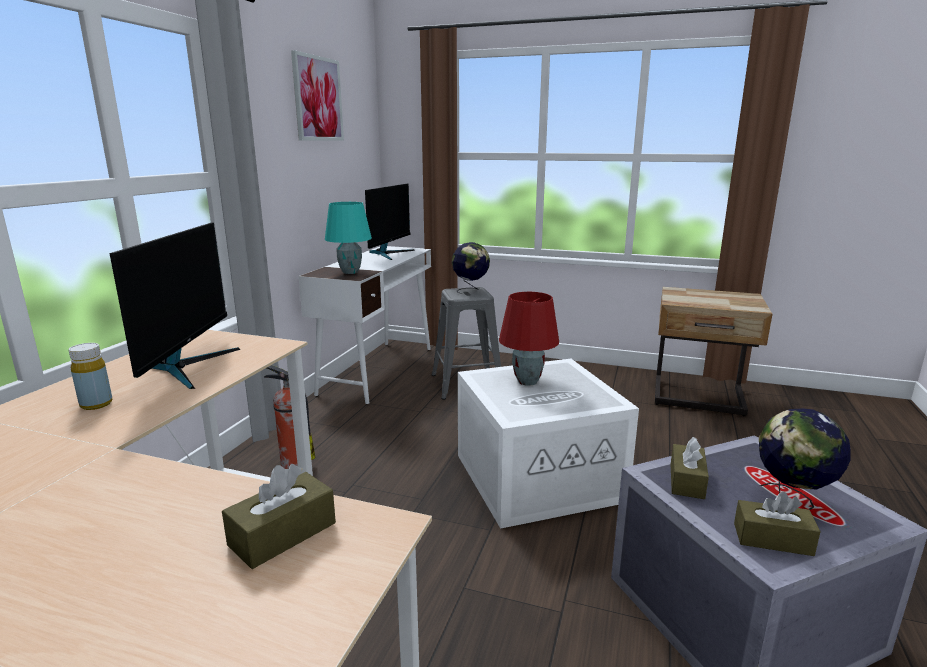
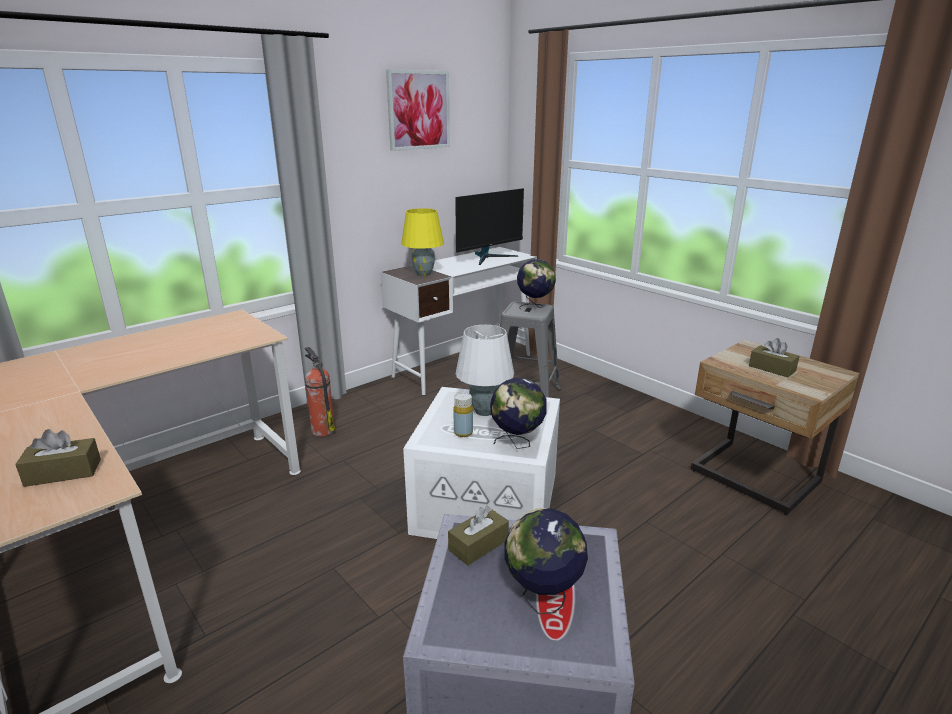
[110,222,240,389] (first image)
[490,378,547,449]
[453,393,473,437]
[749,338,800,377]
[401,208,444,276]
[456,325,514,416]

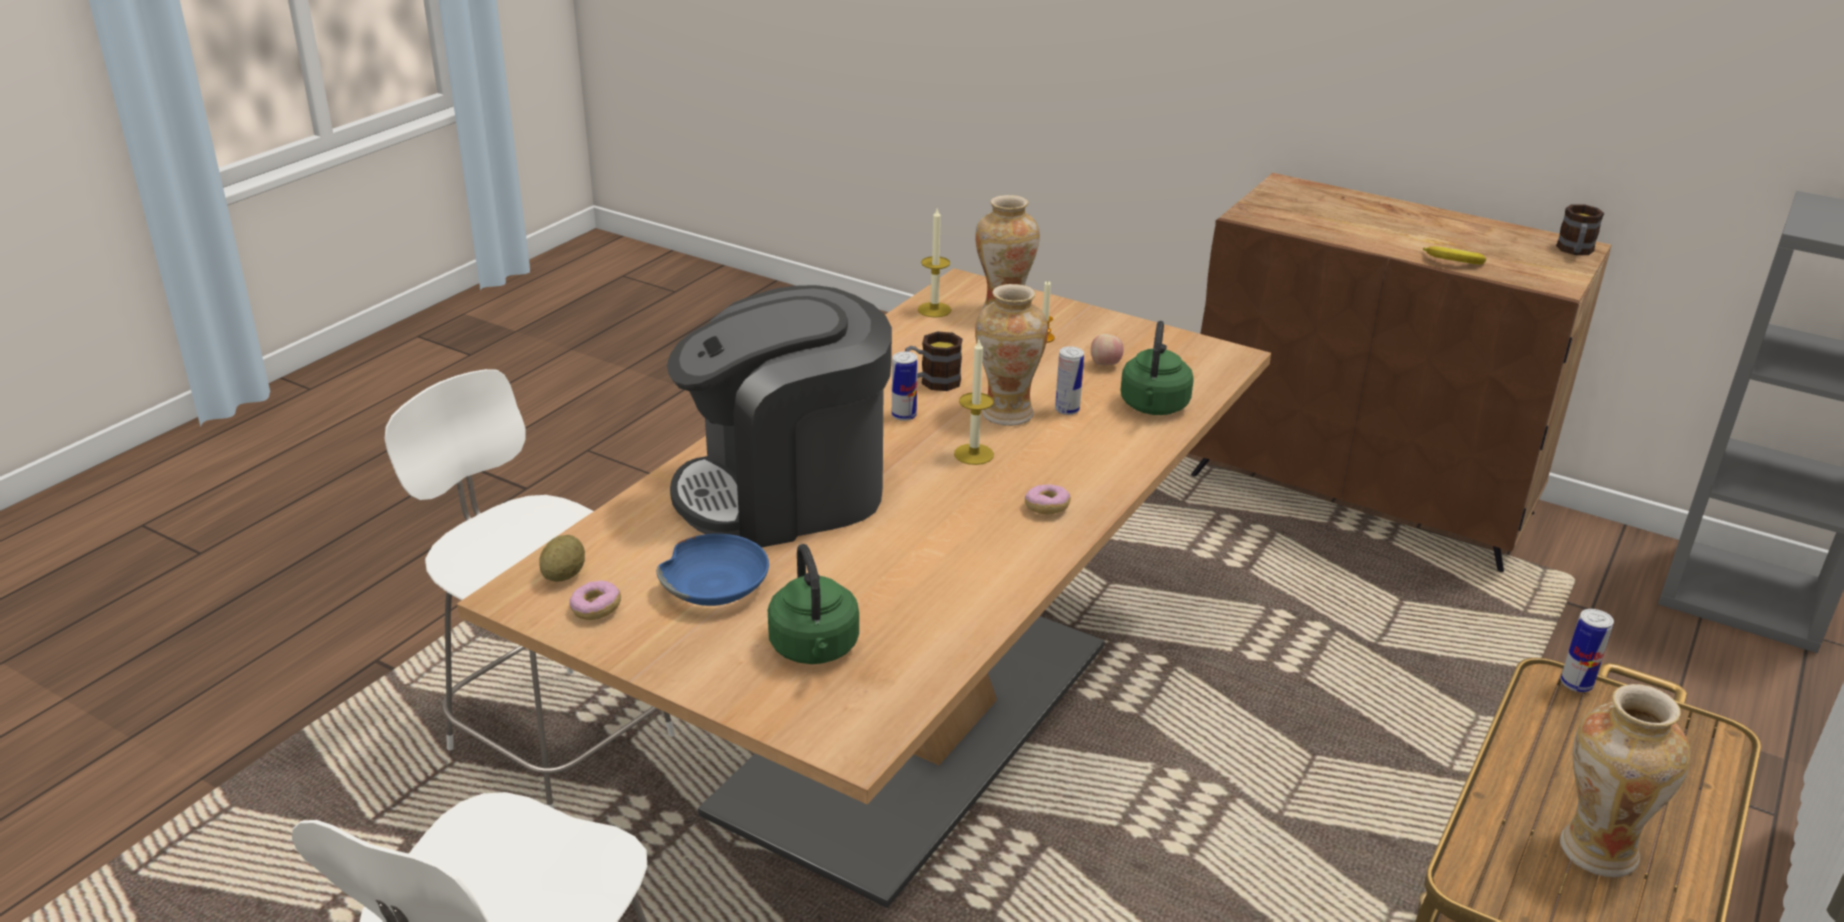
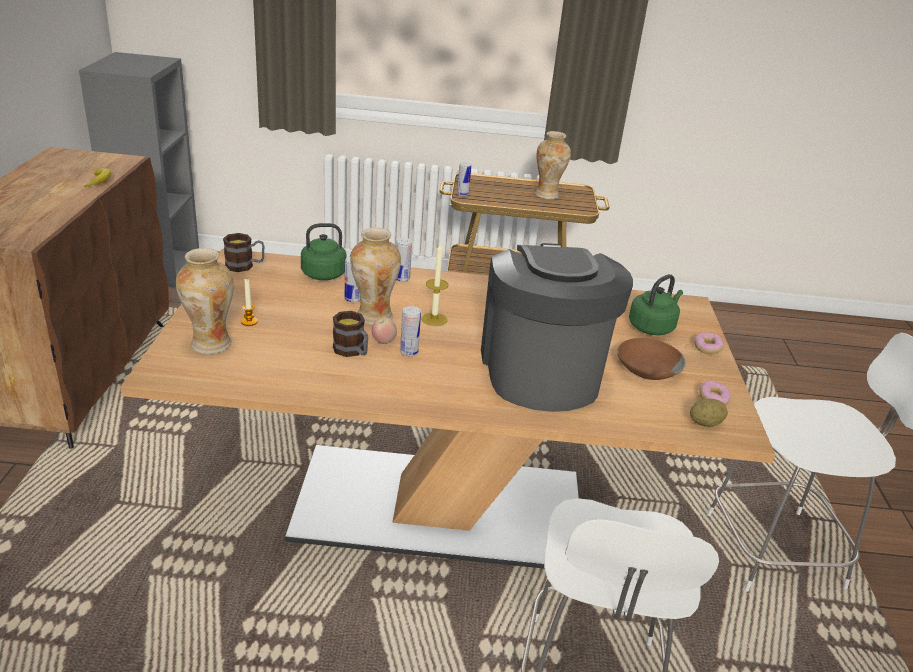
[918,209,951,318] (first image)
[396,238,412,282]
[694,332,724,354]
[372,317,397,344]
[223,233,265,272]
[617,338,686,380]
[481,243,633,412]

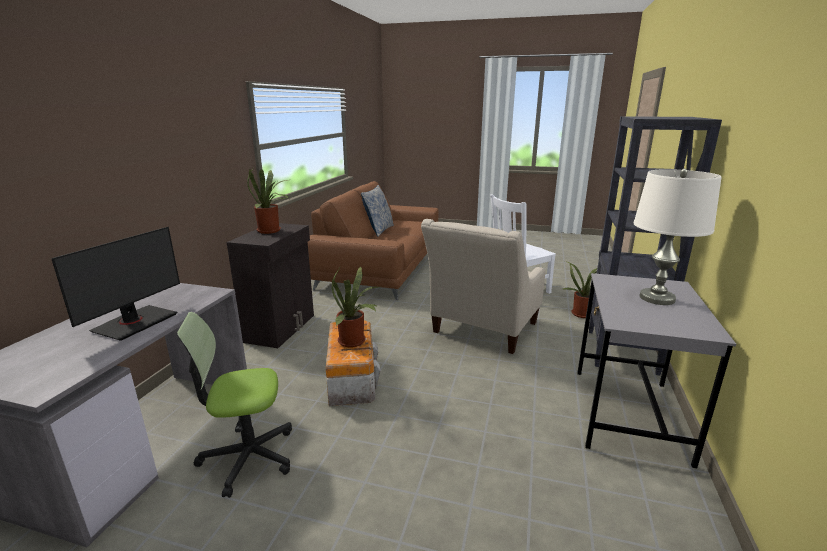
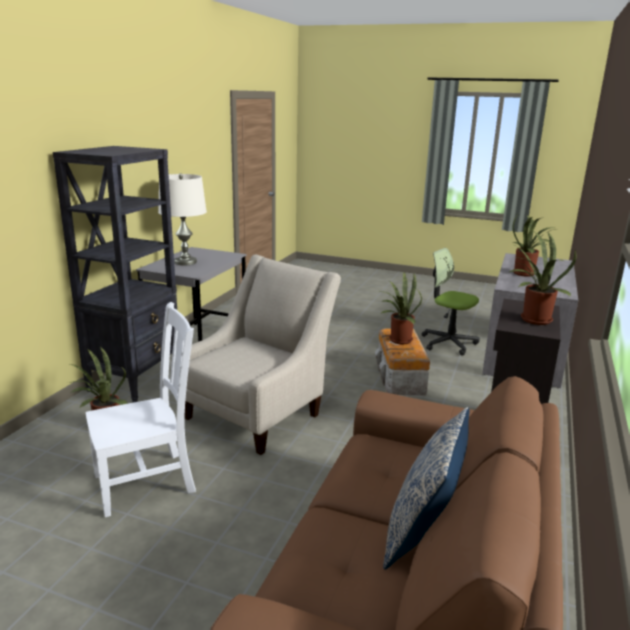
[512,213,556,277]
[422,248,480,355]

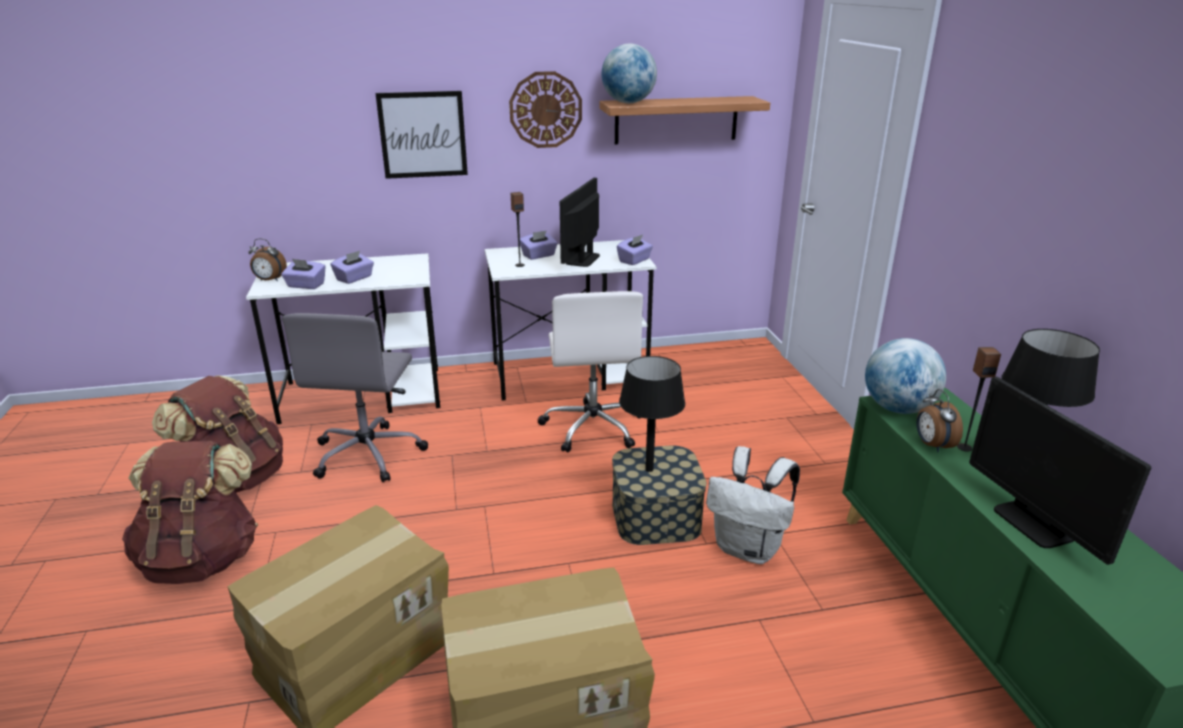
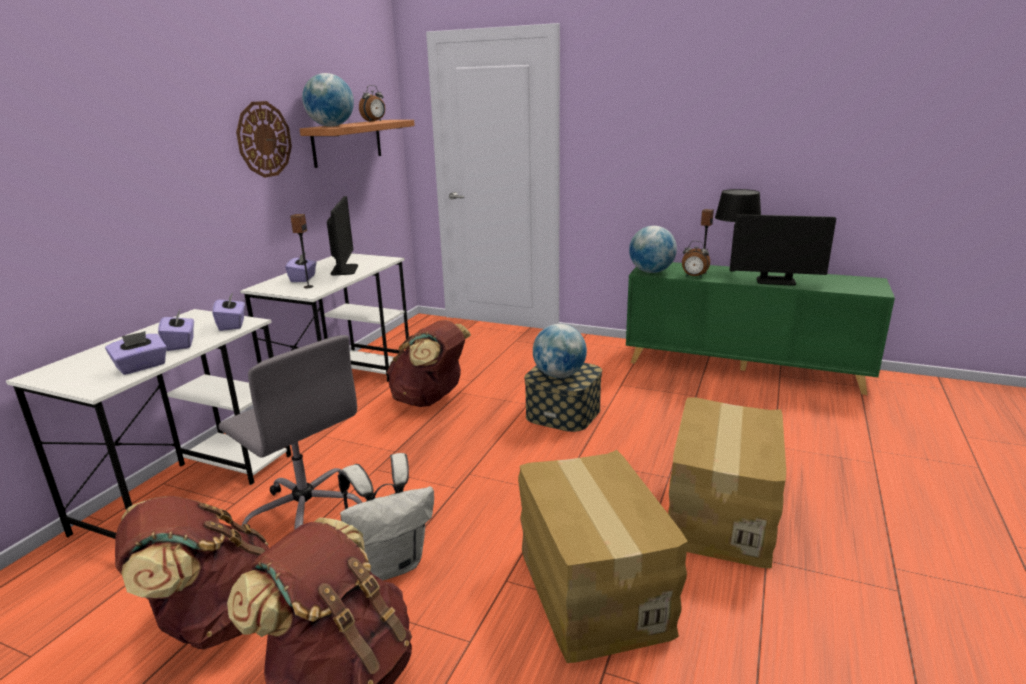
[375,91,468,179] (first image)
[359,85,385,122]
[212,292,245,331]
[338,453,434,580]
[387,320,471,407]
[533,324,587,378]
[327,196,358,275]

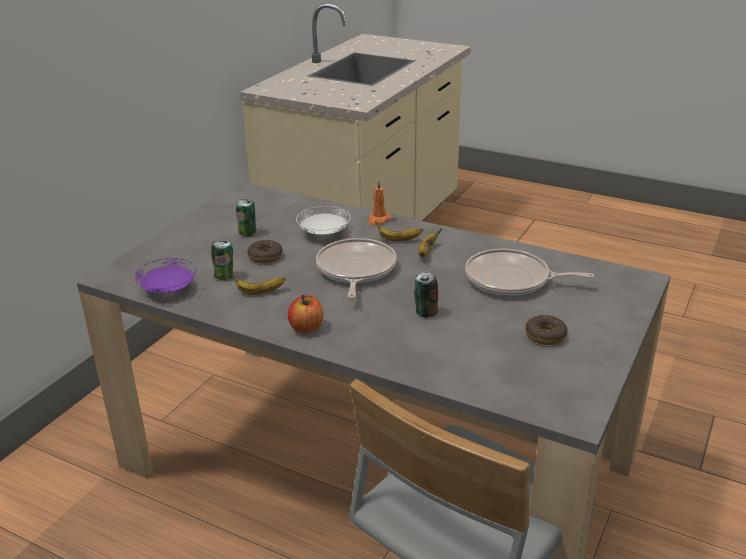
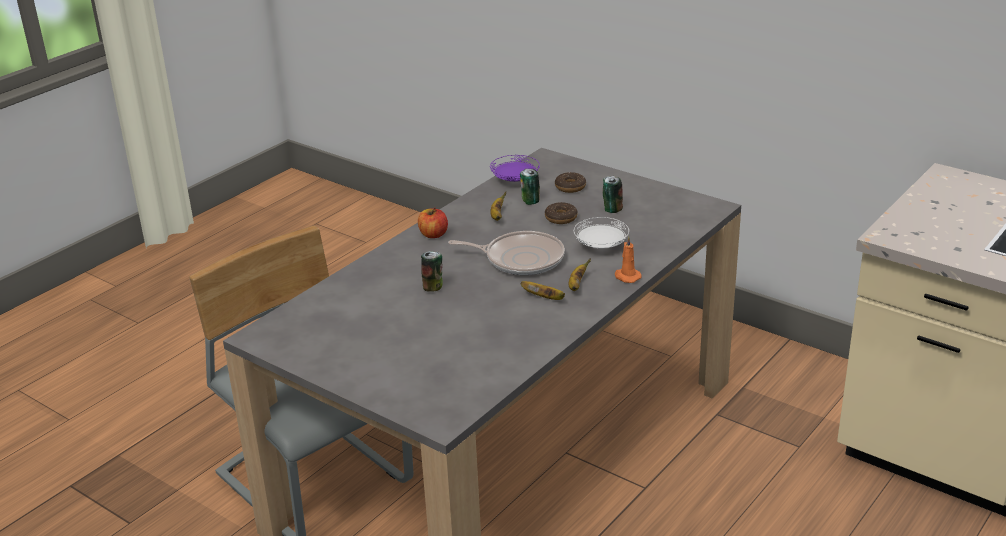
[465,249,594,296] (first image)
[555,172,586,193]

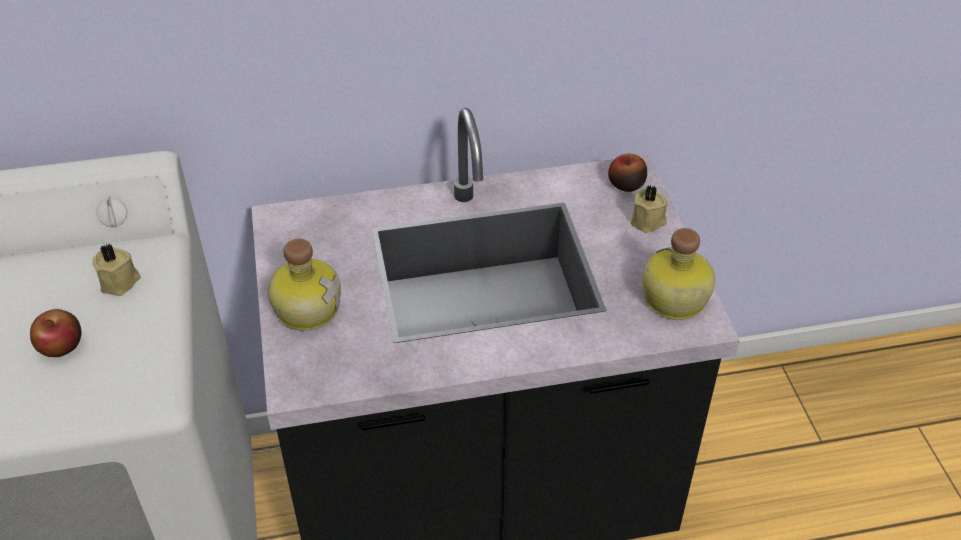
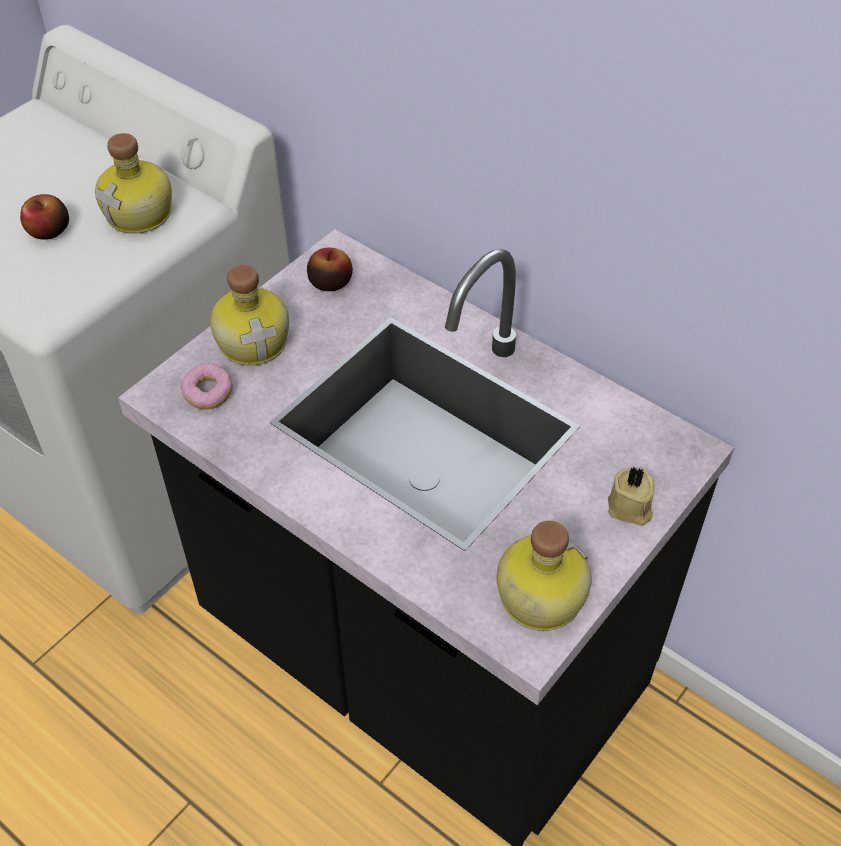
[181,363,233,410]
[307,248,353,291]
[95,133,172,234]

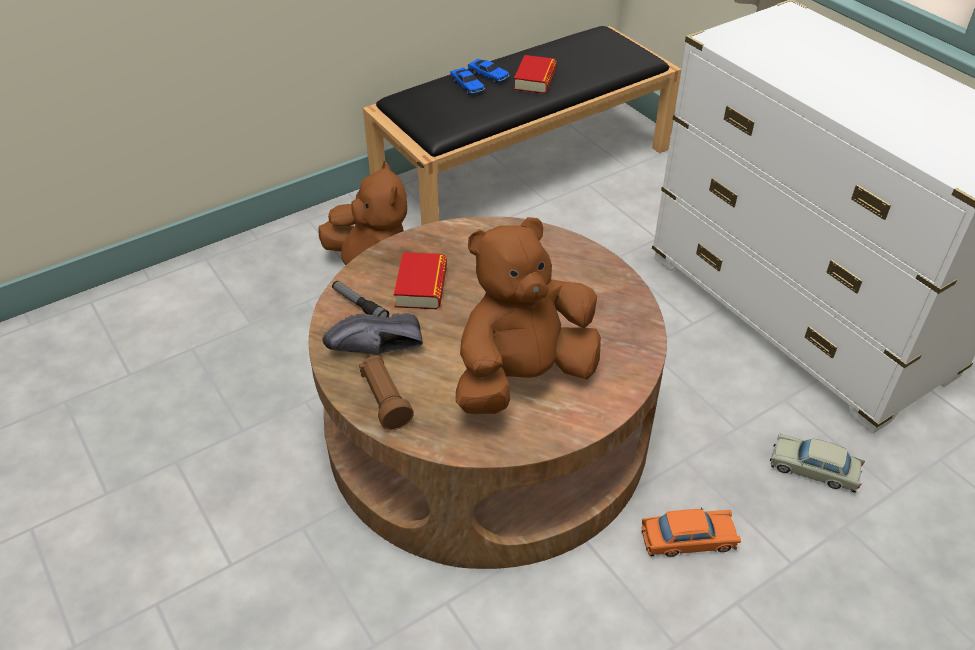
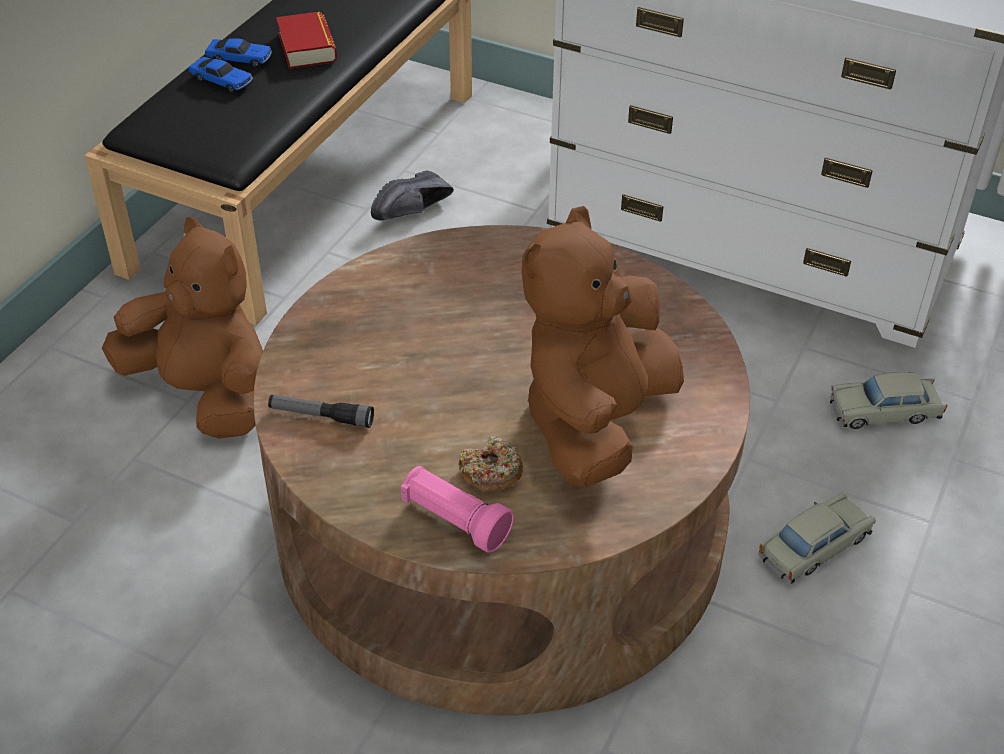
[394,252,447,309] (first image)
[458,436,523,492]
[371,171,454,221]
[401,466,514,553]
[758,492,876,584]

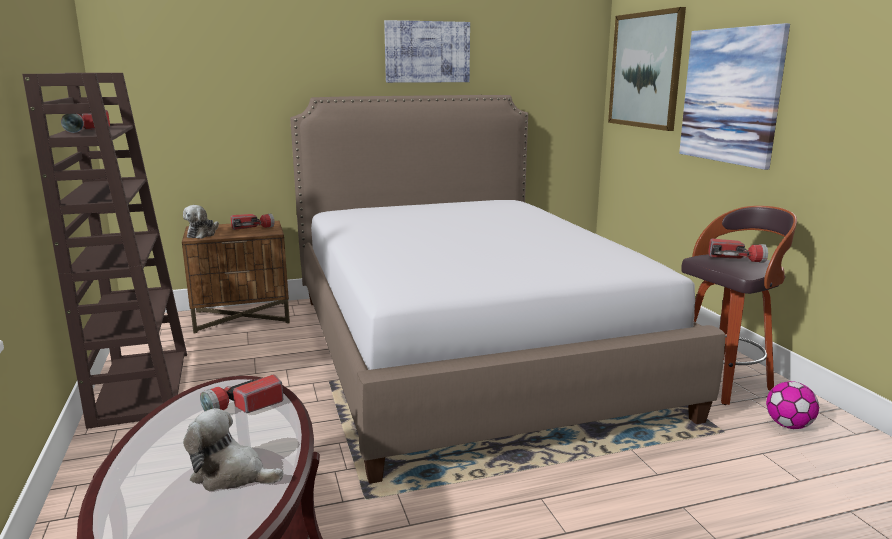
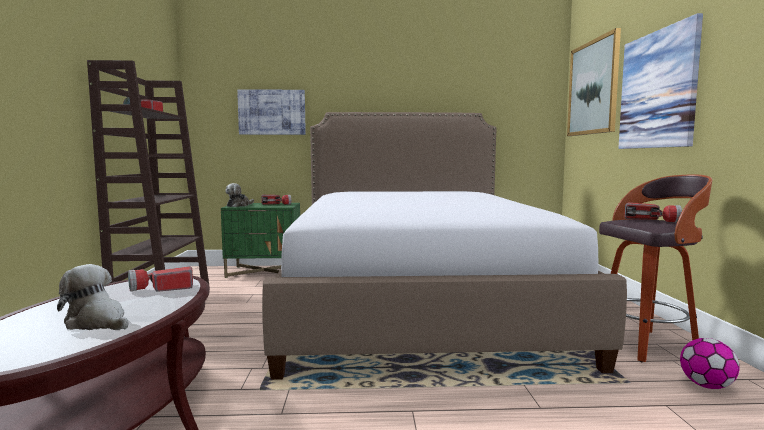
[237,89,306,135]
[221,203,300,278]

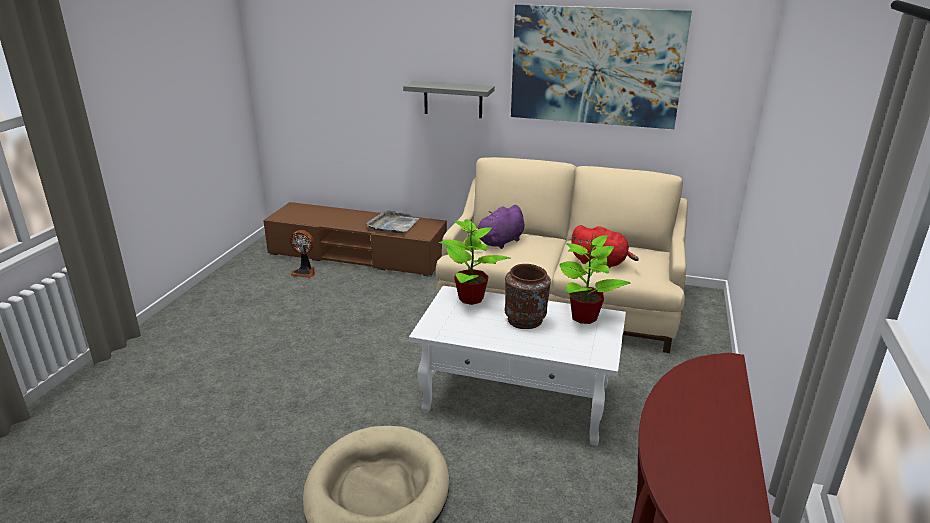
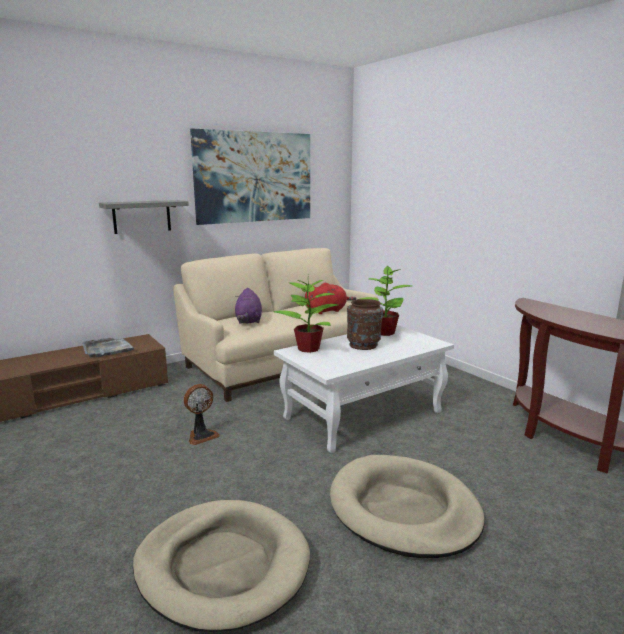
[133,500,310,632]
[184,384,220,445]

